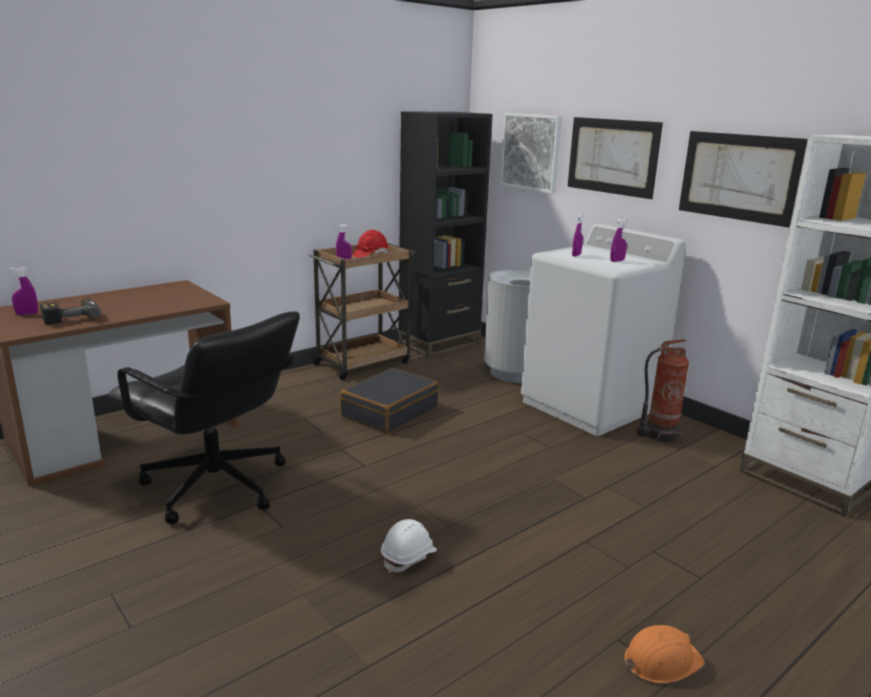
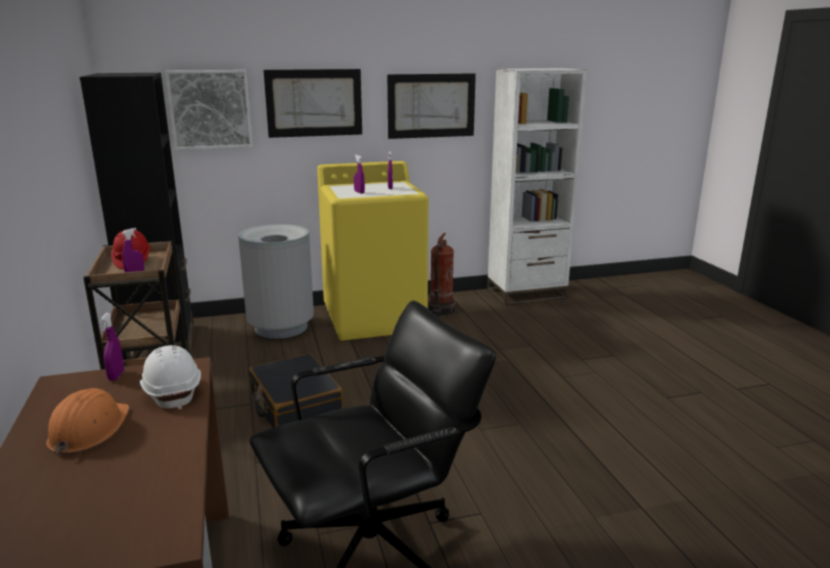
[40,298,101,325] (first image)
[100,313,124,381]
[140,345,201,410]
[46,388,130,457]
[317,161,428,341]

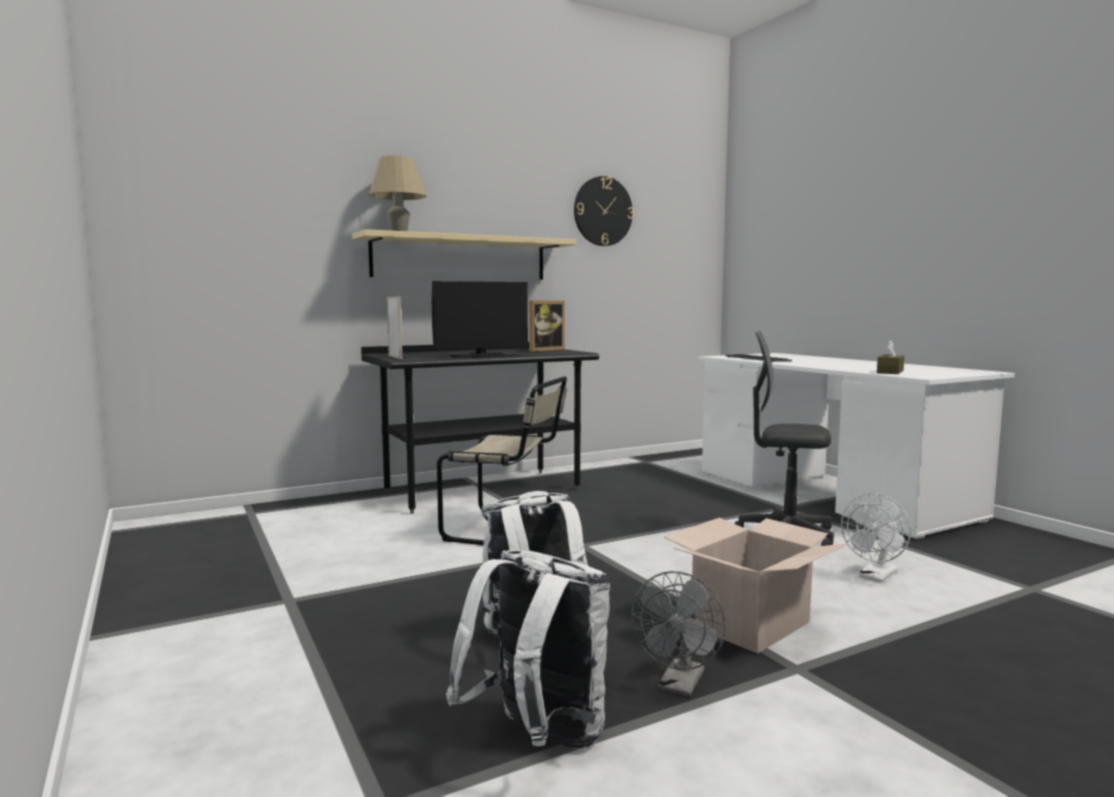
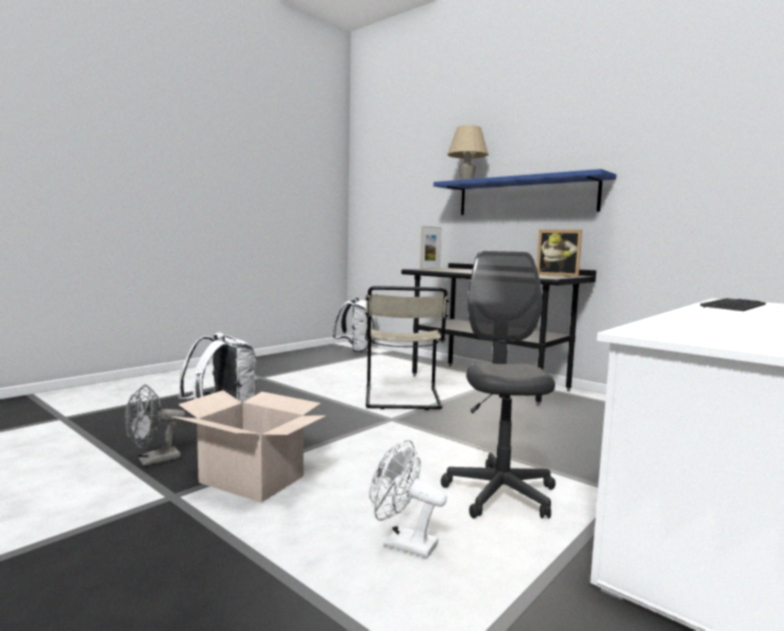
[432,281,528,358] (first image)
[574,176,634,246] (first image)
[877,340,904,374] (first image)
[332,298,376,353]
[433,169,616,215]
[124,384,185,466]

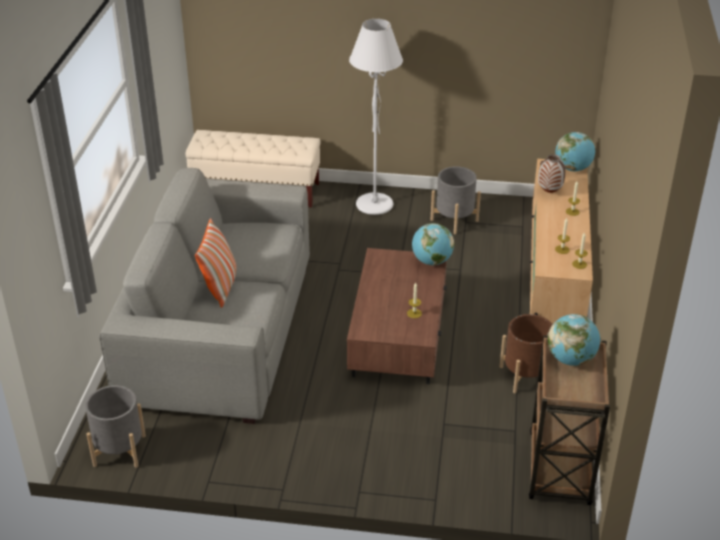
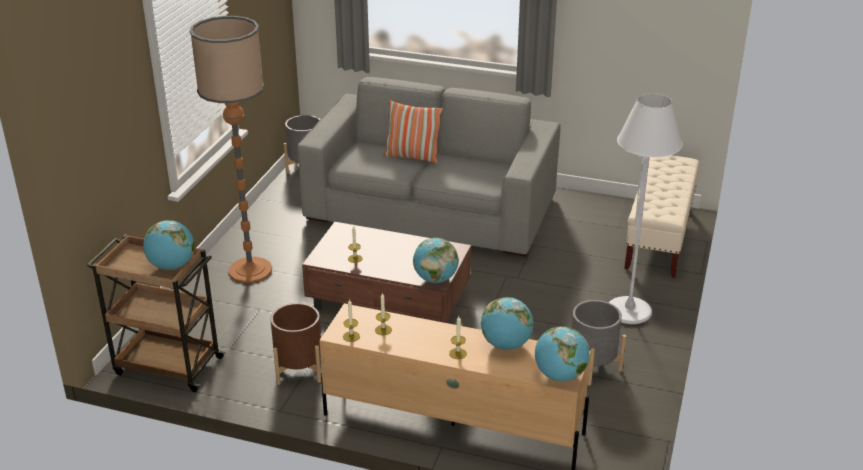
[189,16,272,283]
[481,297,534,350]

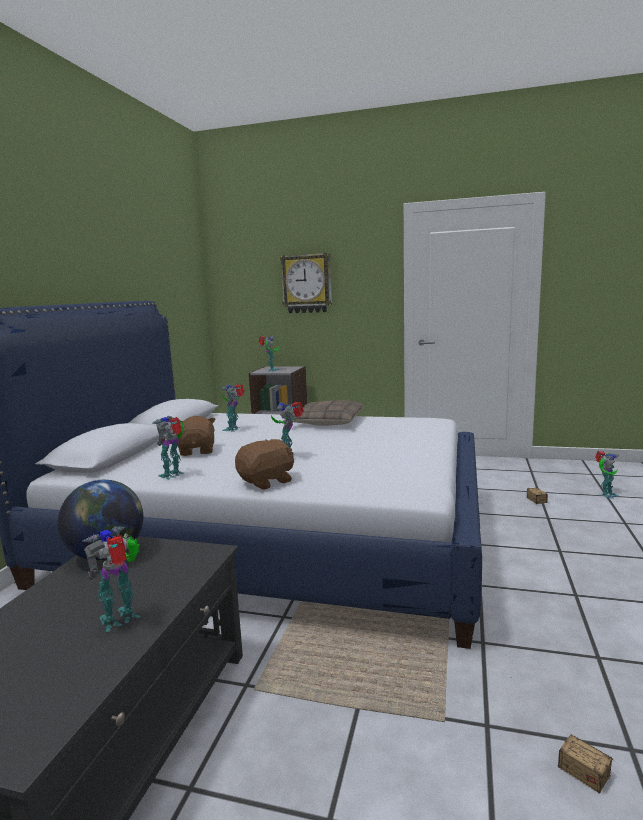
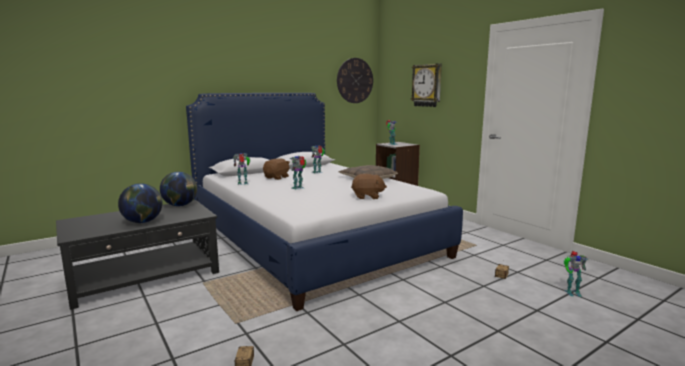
[337,58,373,103]
[351,174,387,199]
[118,183,162,223]

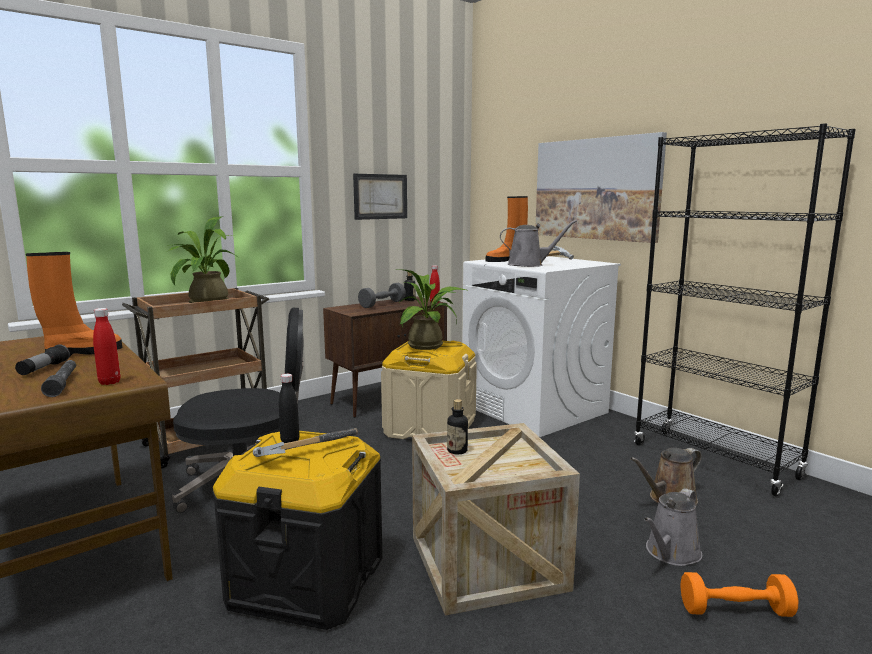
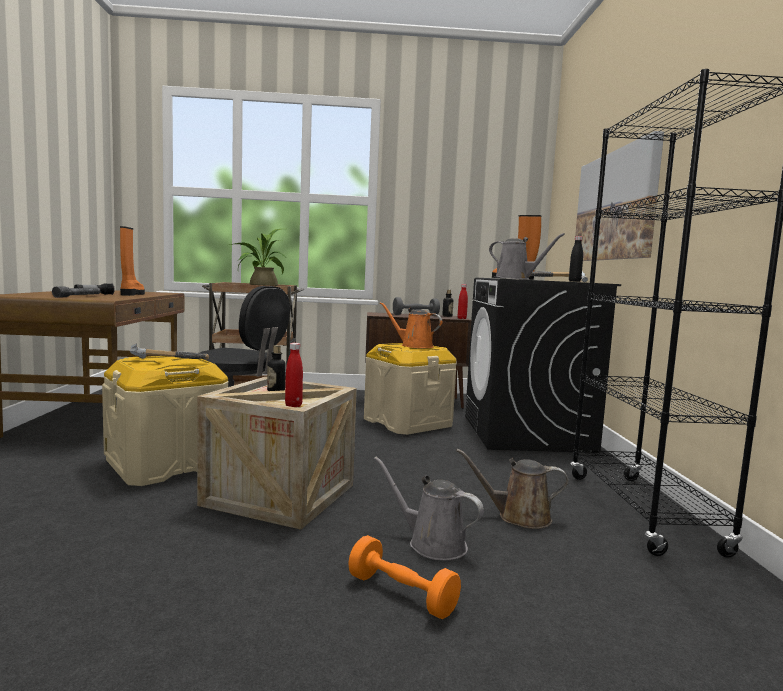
[353,174,407,220] (first image)
[285,343,303,407]
[569,236,583,282]
[380,302,442,348]
[102,356,229,486]
[465,278,621,453]
[120,226,145,296]
[374,457,484,560]

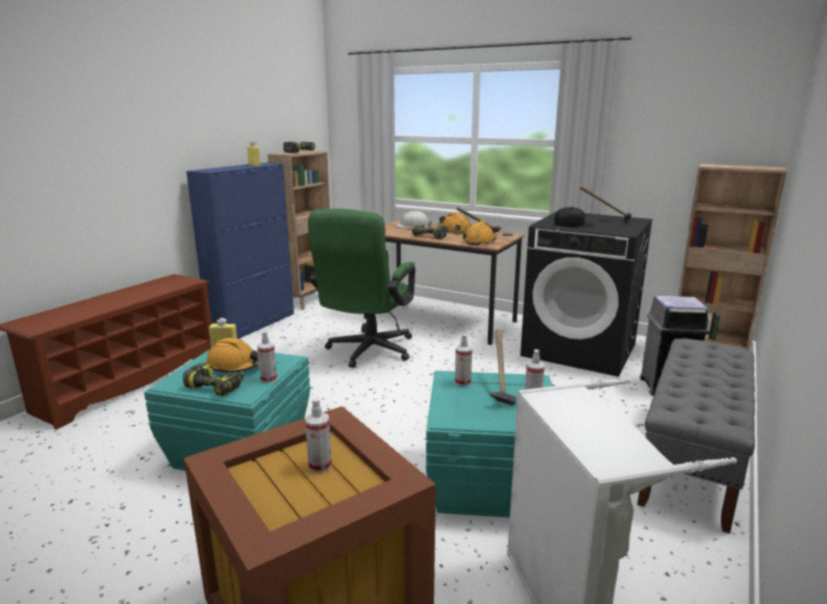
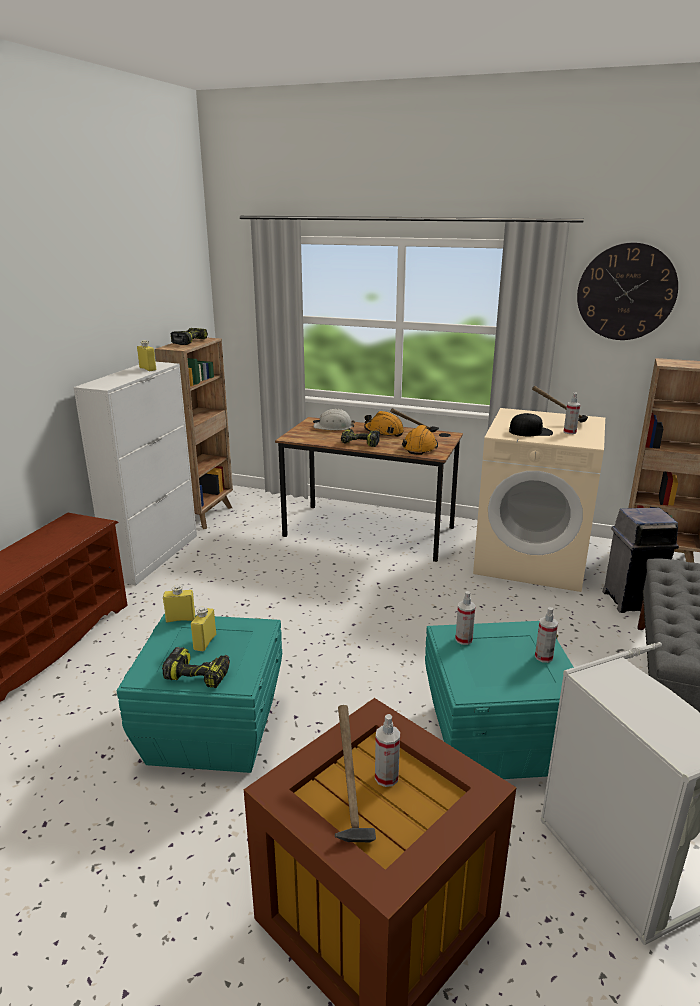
[308,209,415,368] (first image)
[577,243,678,340]
[563,392,580,434]
[335,705,376,842]
[191,607,216,651]
[73,362,197,585]
[473,408,605,592]

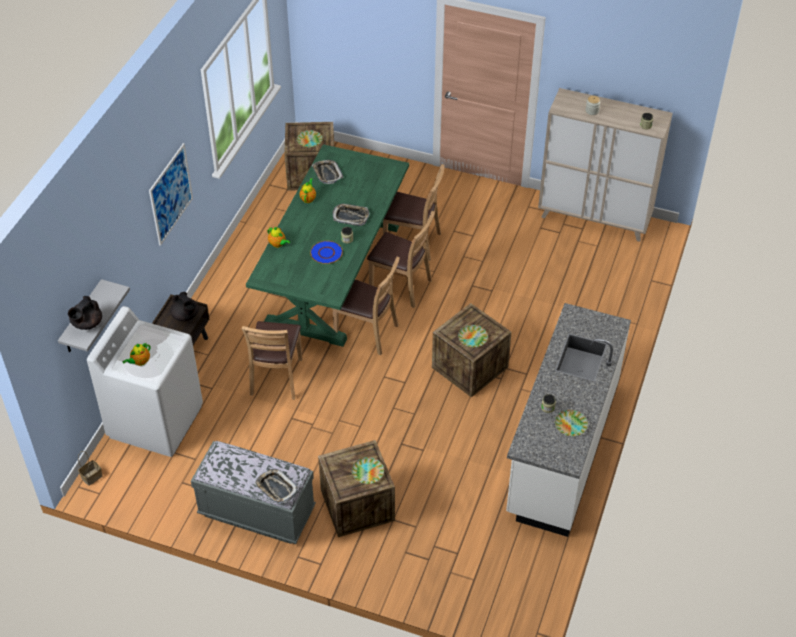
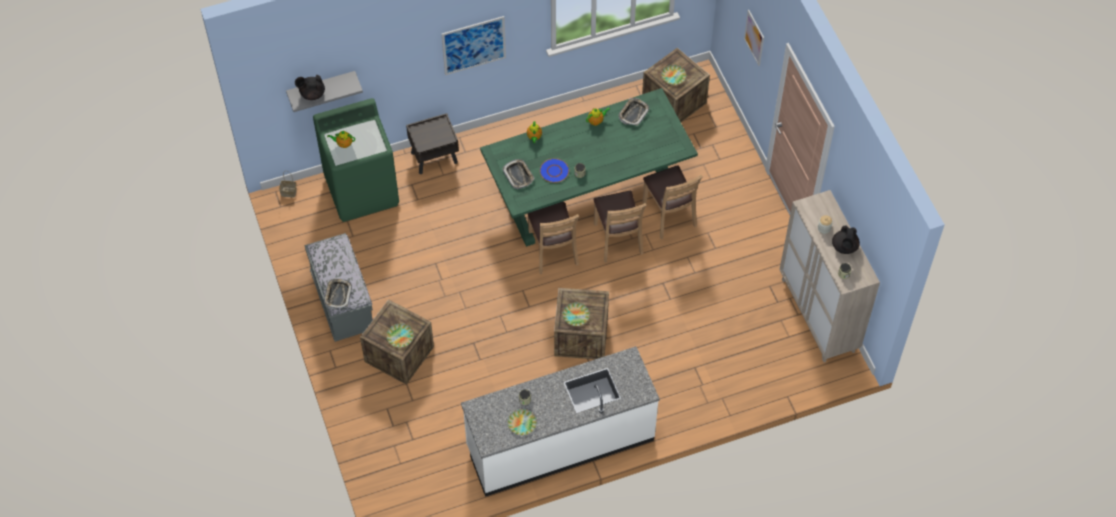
[241,321,302,400] (first image)
[744,10,764,66]
[832,226,860,254]
[502,159,535,189]
[313,98,399,222]

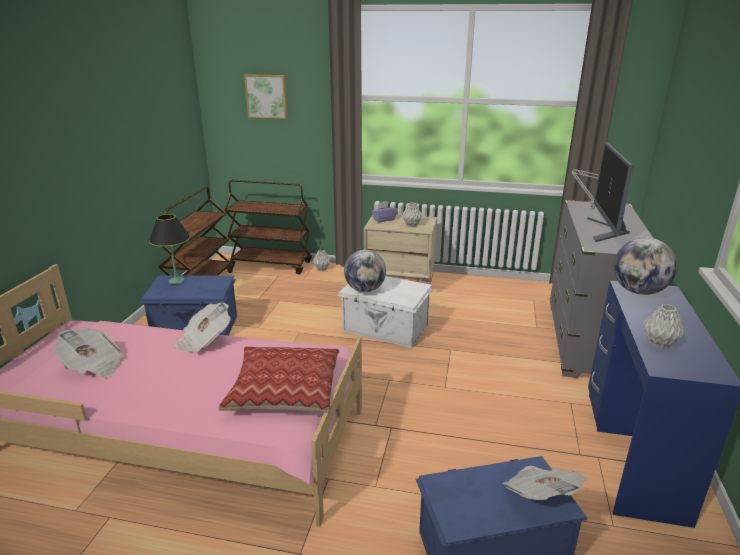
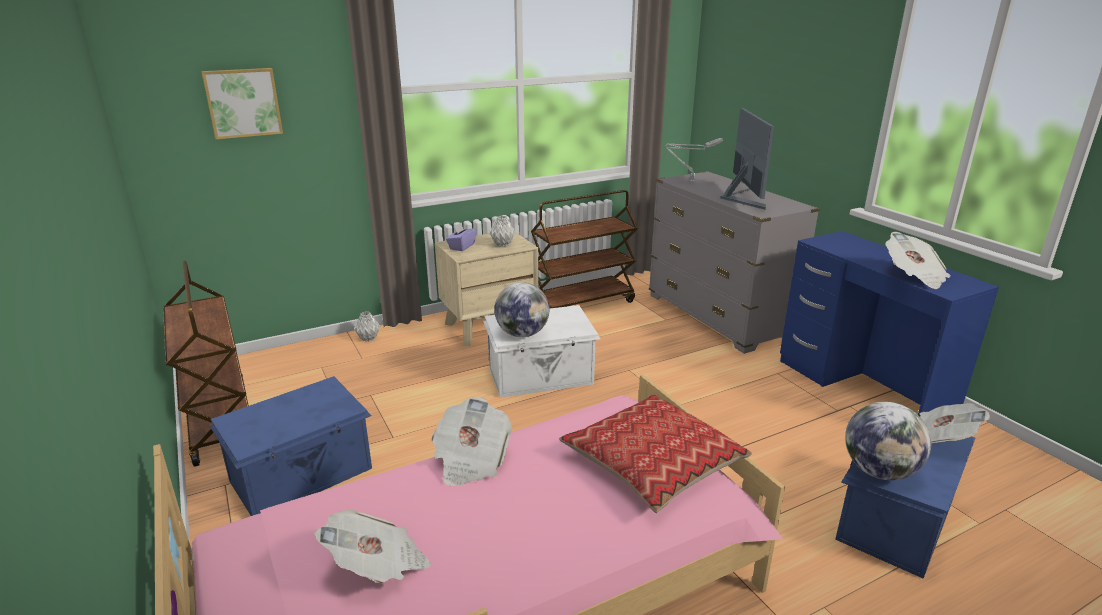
[149,214,190,284] (first image)
[531,190,638,309]
[845,402,931,480]
[886,232,950,289]
[720,108,774,210]

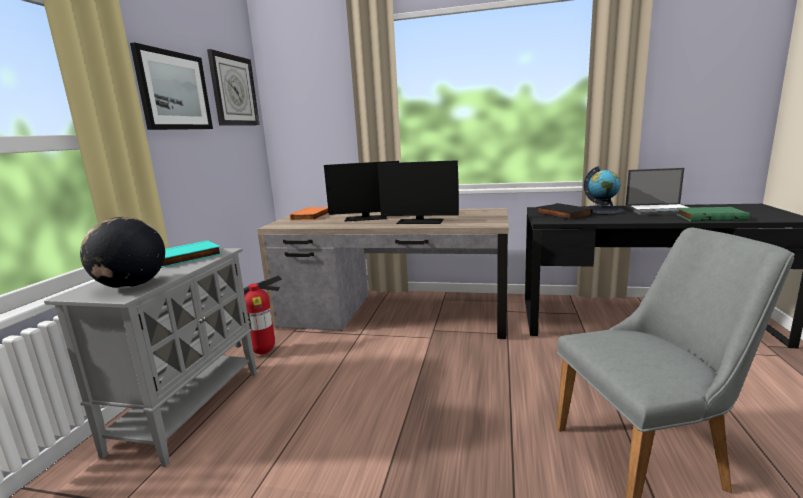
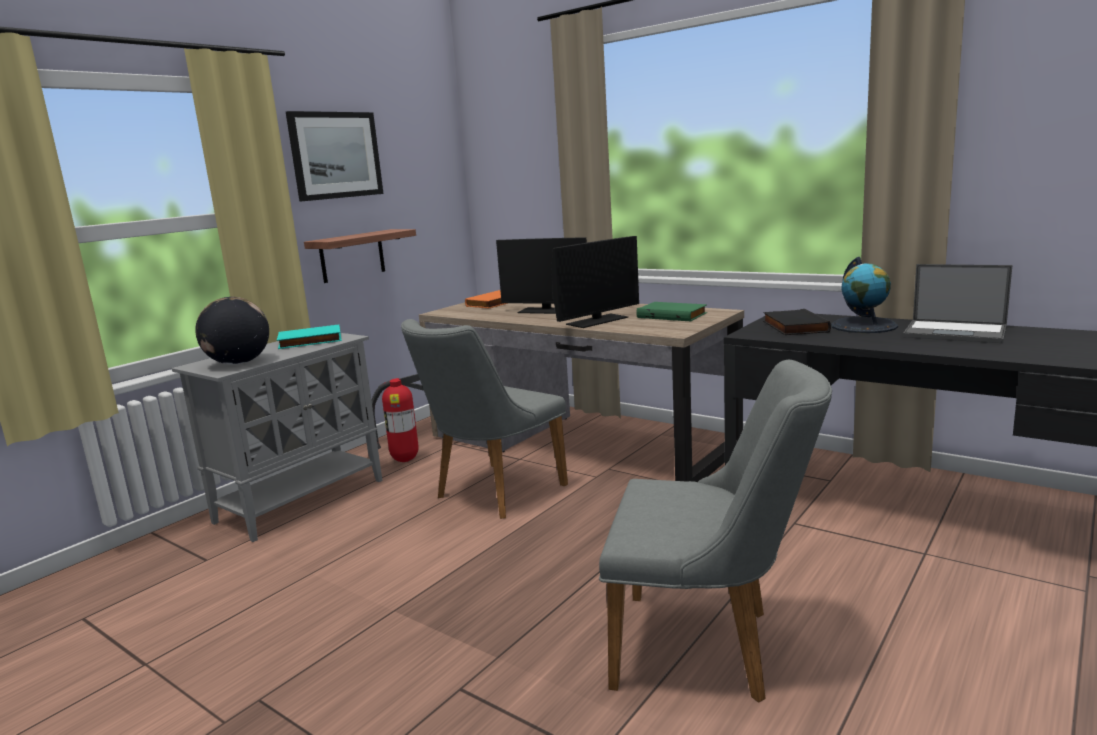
[207,49,260,125] (first image)
[304,229,416,283]
[401,319,568,519]
[636,302,707,321]
[551,236,639,328]

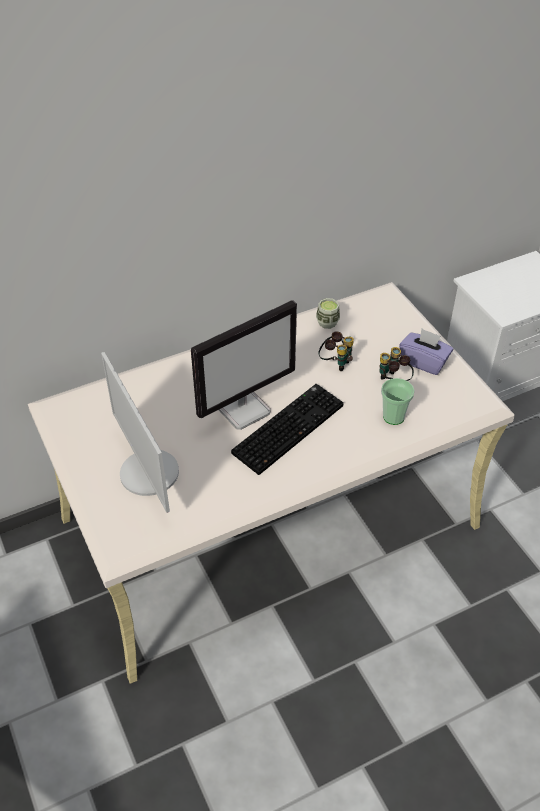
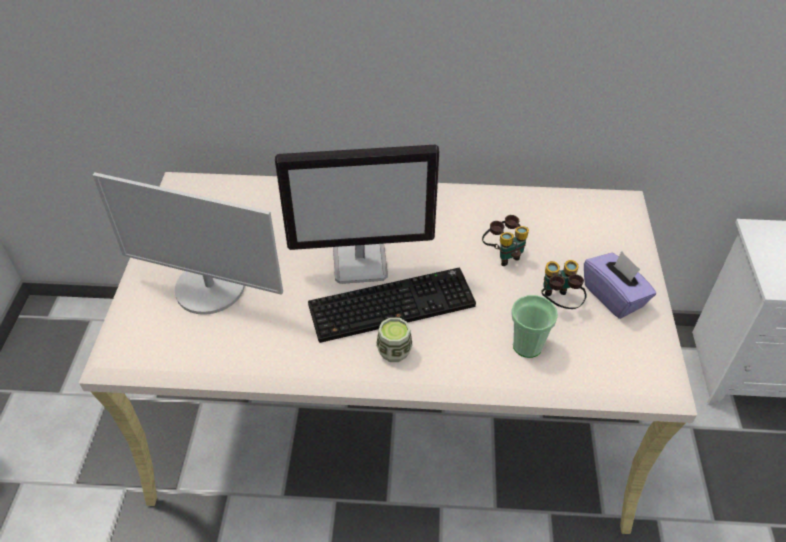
[376,317,413,362]
[93,172,283,315]

